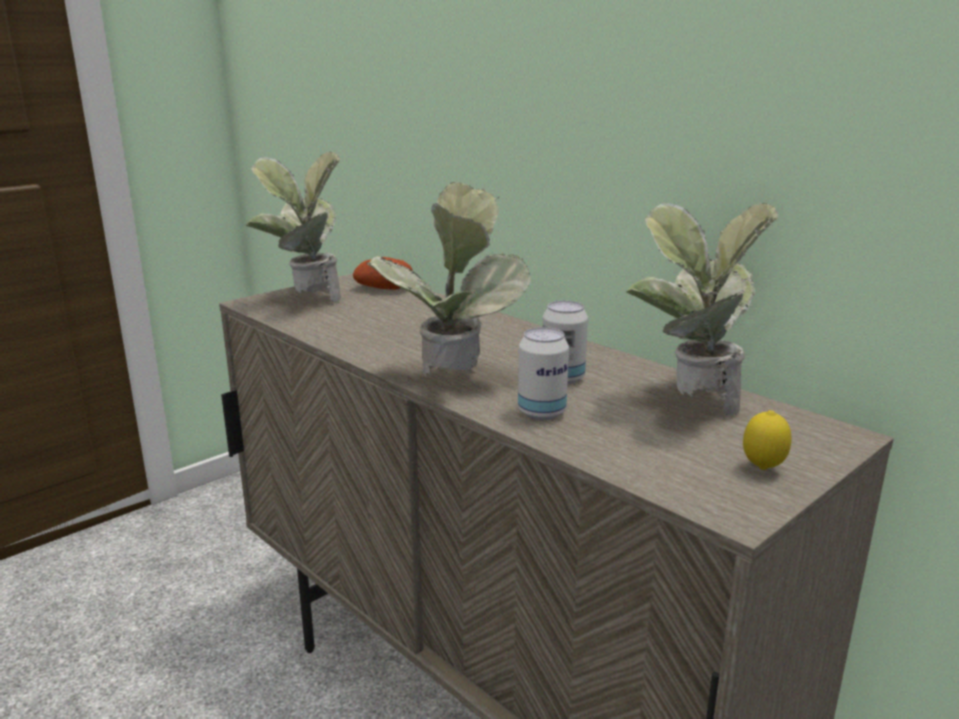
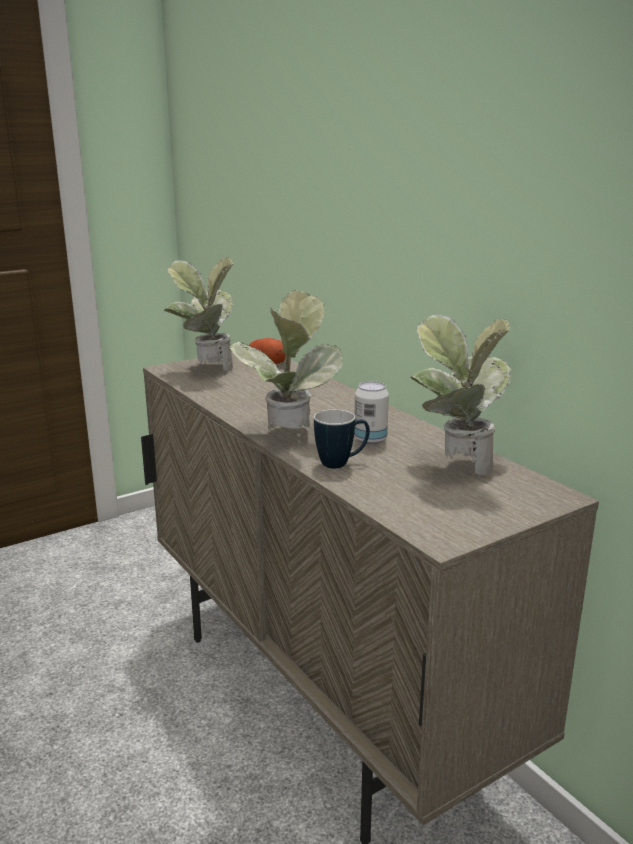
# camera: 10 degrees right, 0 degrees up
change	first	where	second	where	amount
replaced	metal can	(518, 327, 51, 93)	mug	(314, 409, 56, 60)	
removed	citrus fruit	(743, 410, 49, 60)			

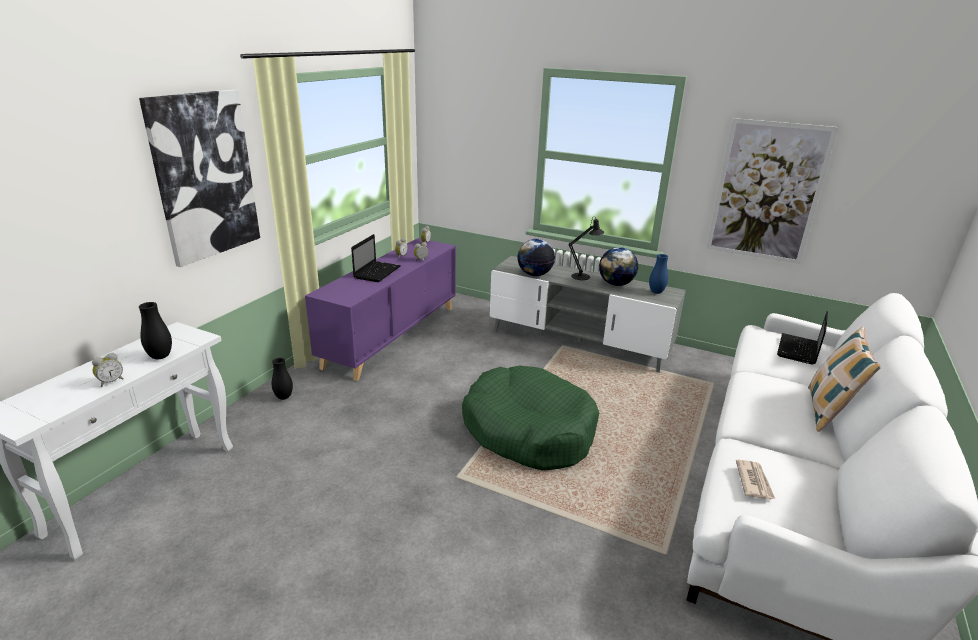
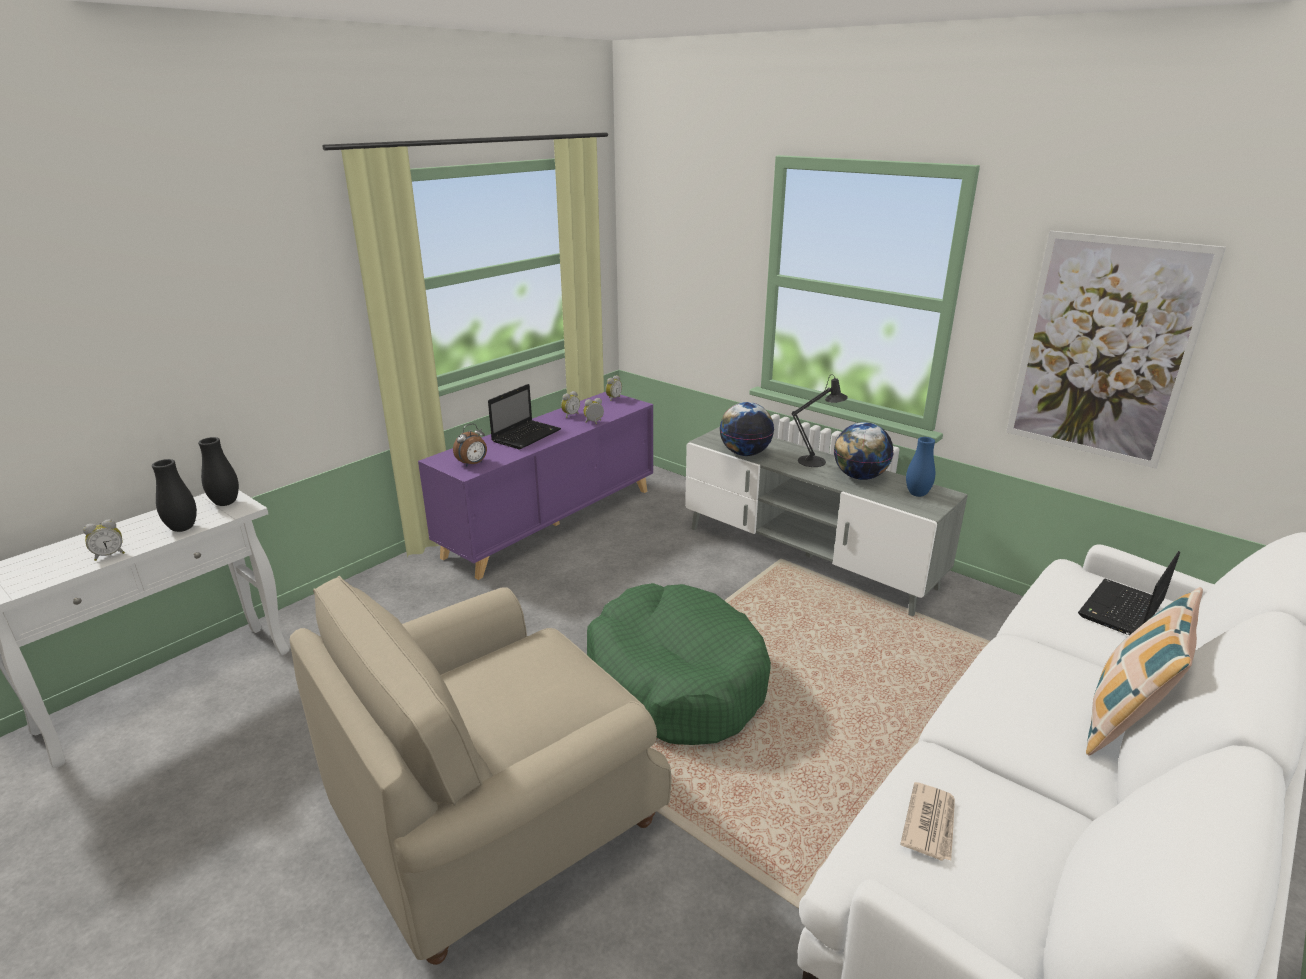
# camera: 15 degrees right, 0 degrees up
change	first	where	second	where	amount
removed	wall art	(139, 89, 121, 178)			
moved	flower vase/black	(272, 358, 21, 42)		(198, 437, 41, 69)	
added			bedside clock	(453, 424, 34, 43)	
added			lounge chair/beige	(290, 576, 382, 389)	

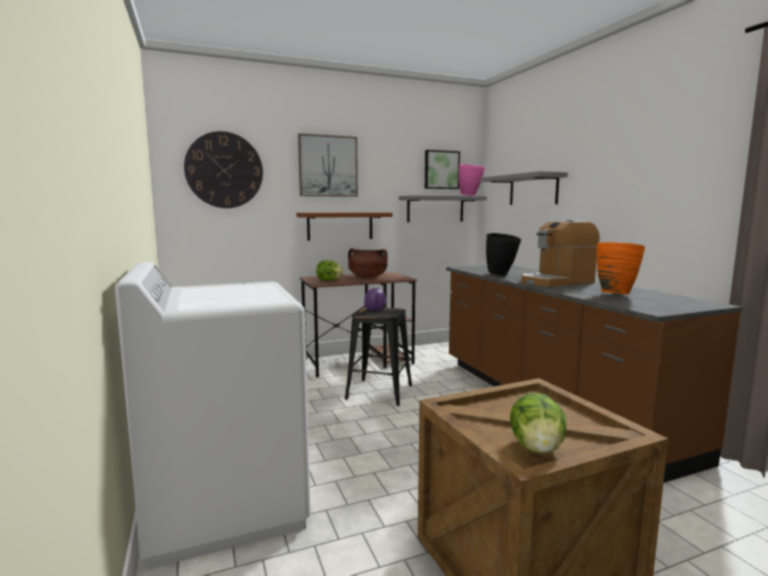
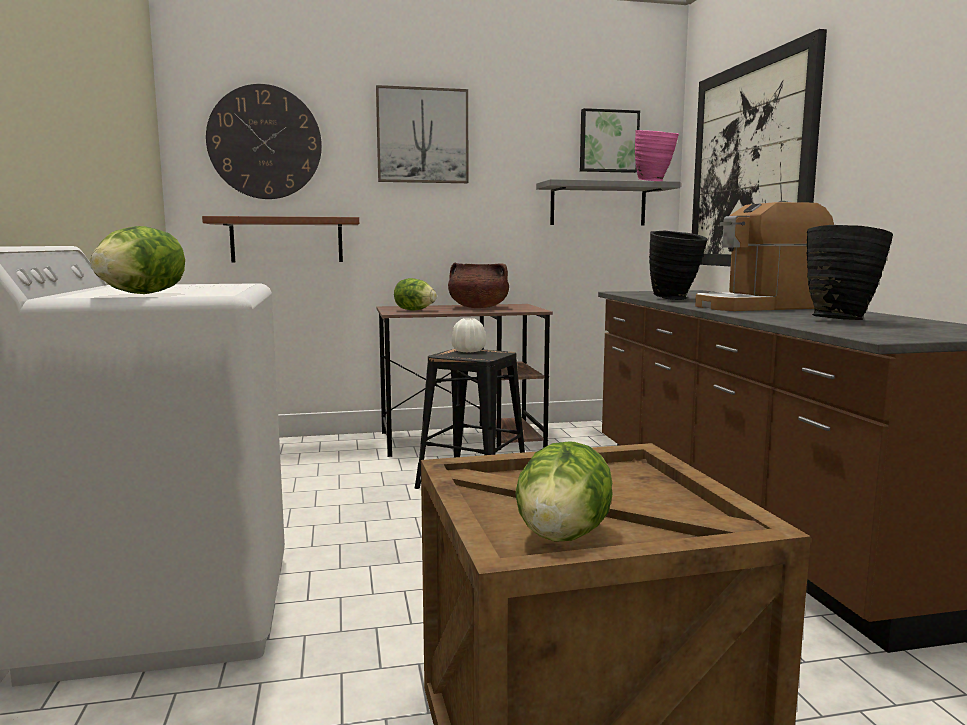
# camera: 10 degrees right, 0 degrees up
change	first	where	second	where	amount
replaced	bracket shelf/grey	(480, 171, 88, 34)	wall art	(692, 29, 135, 238)	
moved	bracket shelf/brown-coloured	(297, 212, 95, 29)		(202, 216, 157, 47)	
recoloured	flower vase/orange-coloured	(596, 242, 49, 52)	flower vase/black	(807, 225, 86, 95)	
recoloured	flower vase/purple-coloured	(364, 288, 22, 23)	flower vase/white	(452, 318, 34, 34)	
added			lettuce head	(90, 226, 95, 68)	

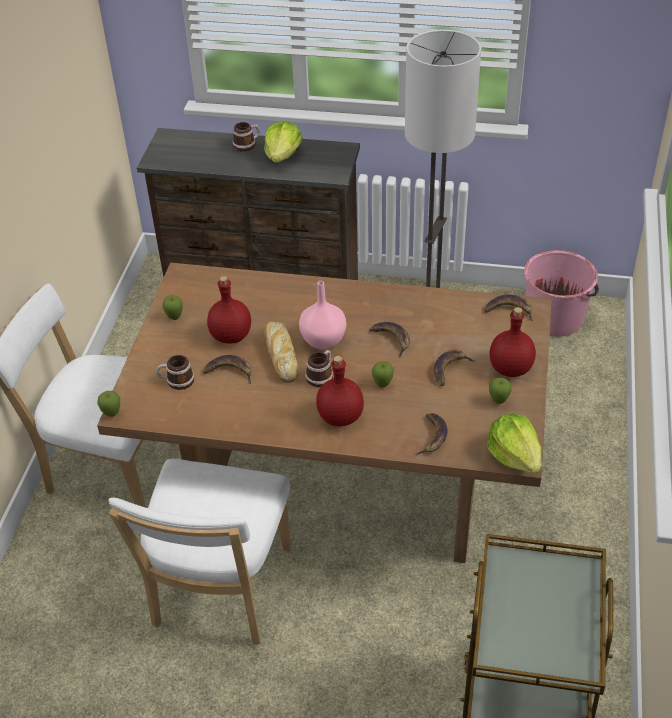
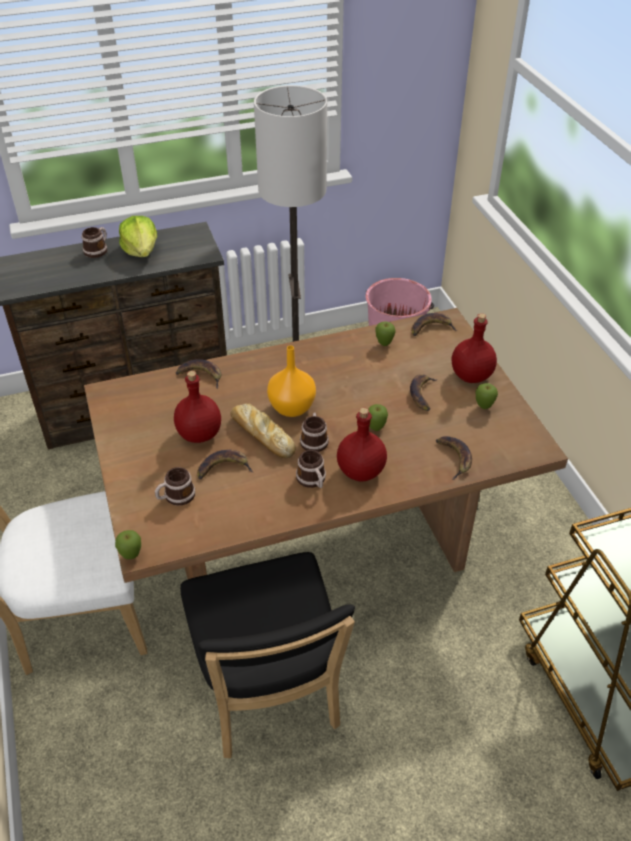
# camera: 30 degrees left, 0 degrees up
change	first	where	second	where	amount
recoloured	flower vase/pinkish	(299, 281, 47, 69)	flower vase/orange-coloured	(267, 345, 49, 72)	
moved	apple	(162, 295, 21, 25)		(375, 321, 20, 25)	
moved	whole banana	(369, 322, 41, 36)		(176, 359, 45, 30)	
removed	lettuce head	(487, 414, 55, 60)			
recoloured	chair/white	(108, 459, 183, 186)	chair/black	(180, 552, 175, 206)	
added			mug	(296, 450, 30, 38)	

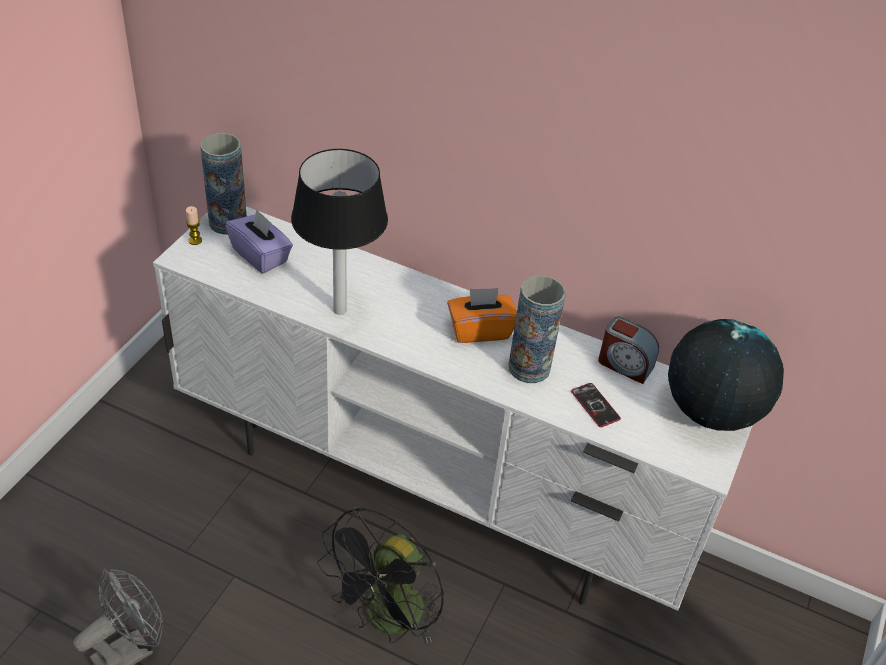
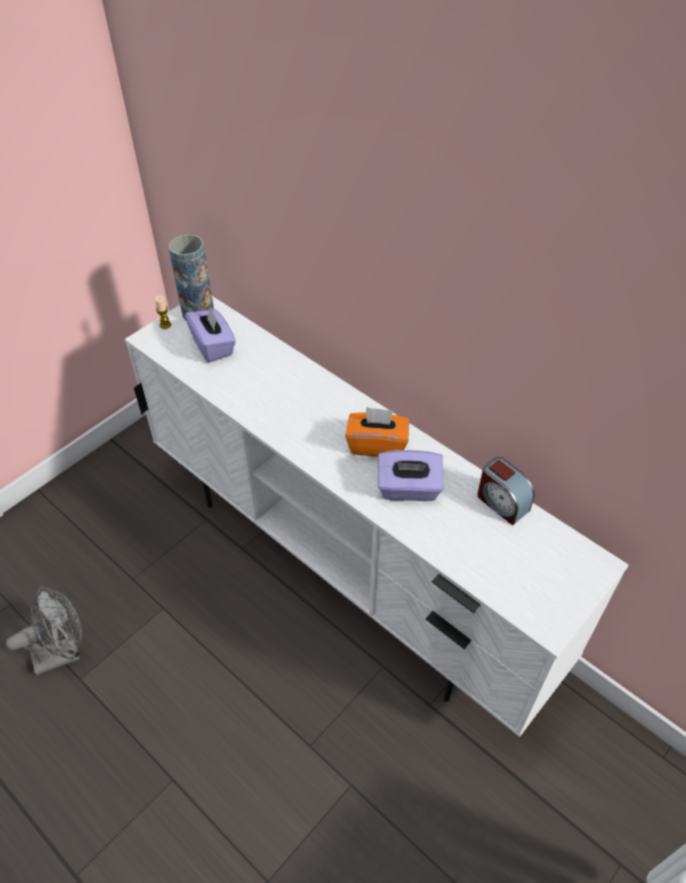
# camera: 20 degrees right, 5 degrees up
change	first	where	second	where	amount
removed	lamp for a table	(291, 149, 97, 166)			
replaced	flower vase	(509, 275, 57, 108)	tissue holder/purple-coloured	(378, 450, 65, 51)	
removed	world globe	(668, 319, 116, 112)			
removed	phone	(571, 383, 50, 44)			
removed	electric fan/black	(317, 507, 127, 136)			

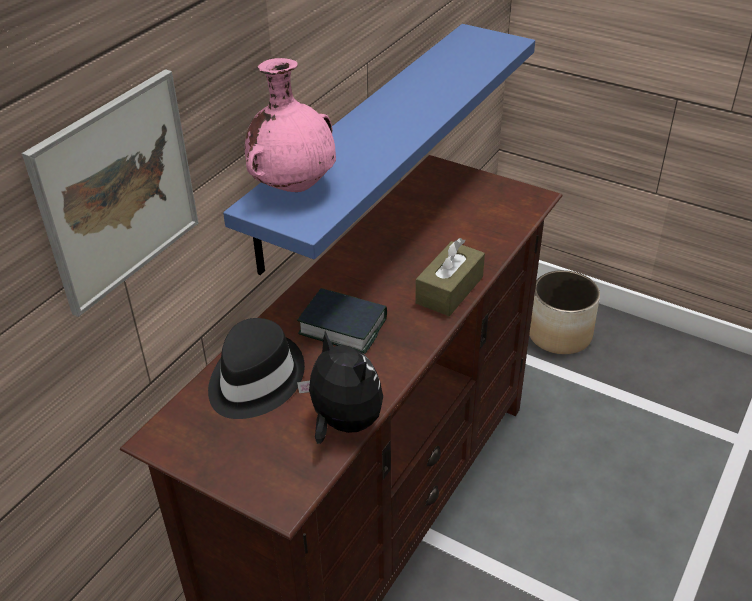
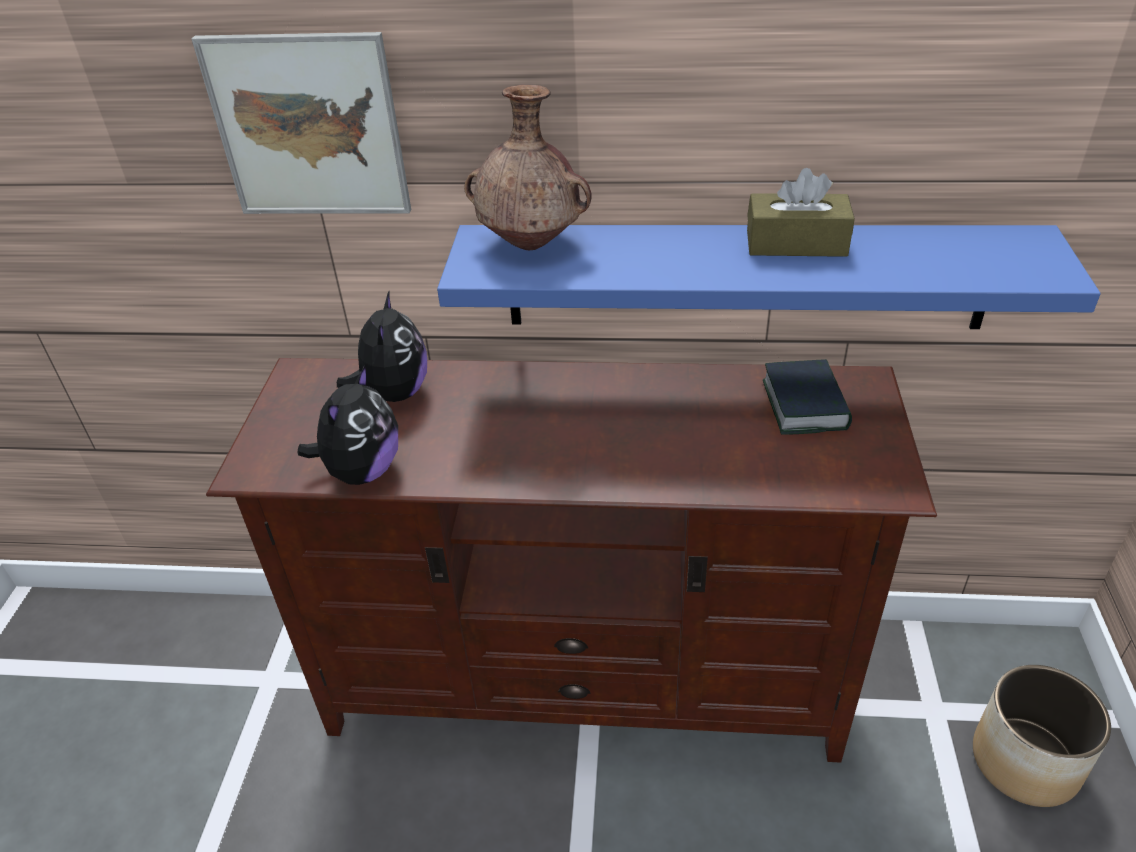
# camera: 65 degrees right, 0 degrees up
change	first	where	second	where	amount
recoloured	flower vase/pinkish	(245, 58, 91, 134)	flower vase/brown-coloured	(464, 85, 127, 165)	
moved	tissue holder/brown-coloured	(415, 238, 70, 78)		(747, 168, 108, 89)	
moved	volume	(297, 288, 90, 66)		(763, 359, 89, 76)	
replaced	wearable hat/black	(208, 318, 97, 101)	cuddly toy	(337, 290, 90, 112)	

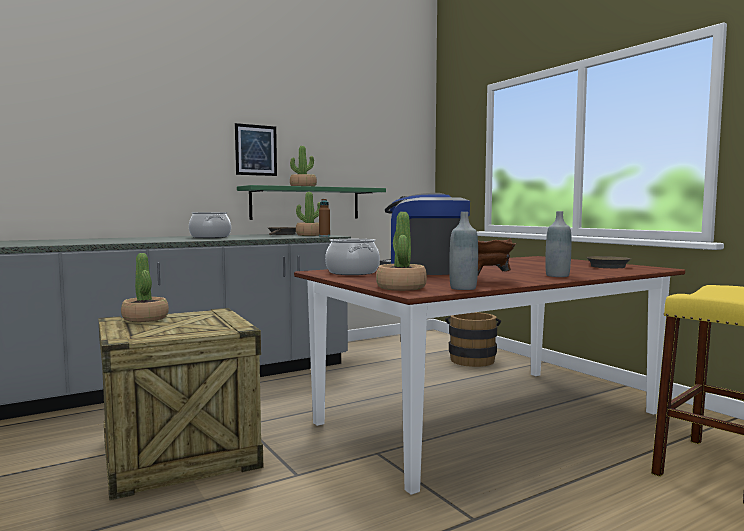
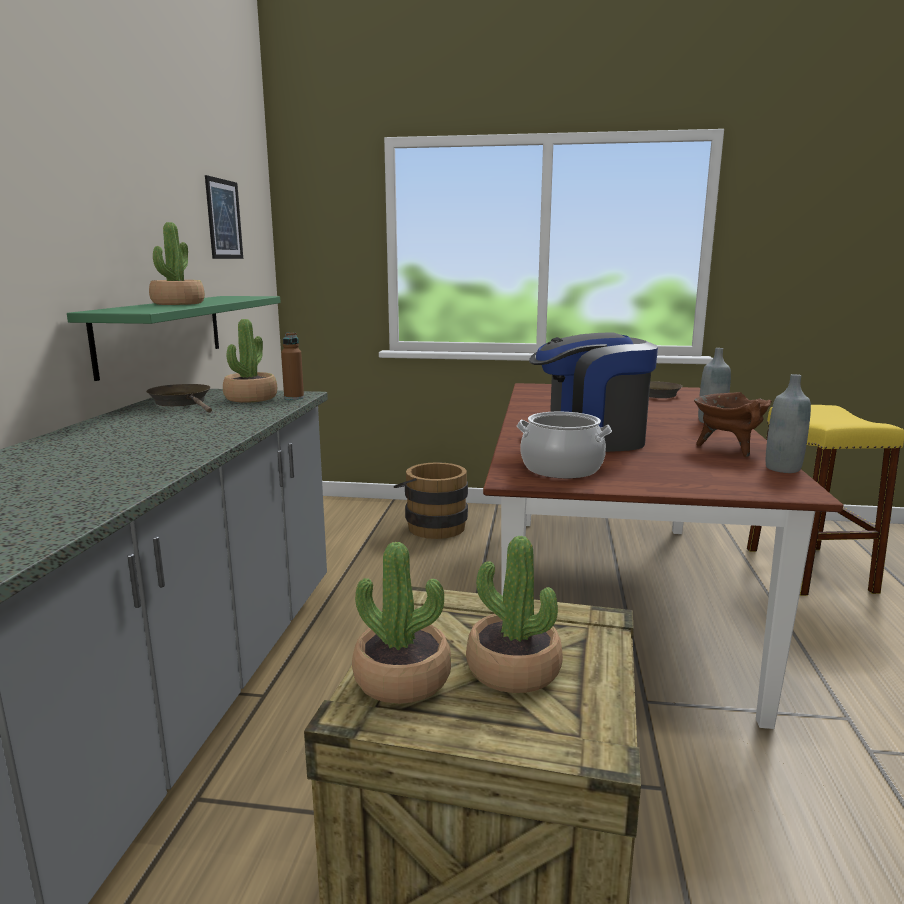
# camera: 50 degrees left, 10 degrees up
change	first	where	second	where	amount
moved	wall art	(235, 123, 42, 53)		(205, 175, 38, 84)	
removed	cooking pot	(189, 212, 42, 26)			
moved	plant in a pot	(376, 212, 51, 79)		(466, 536, 97, 157)	

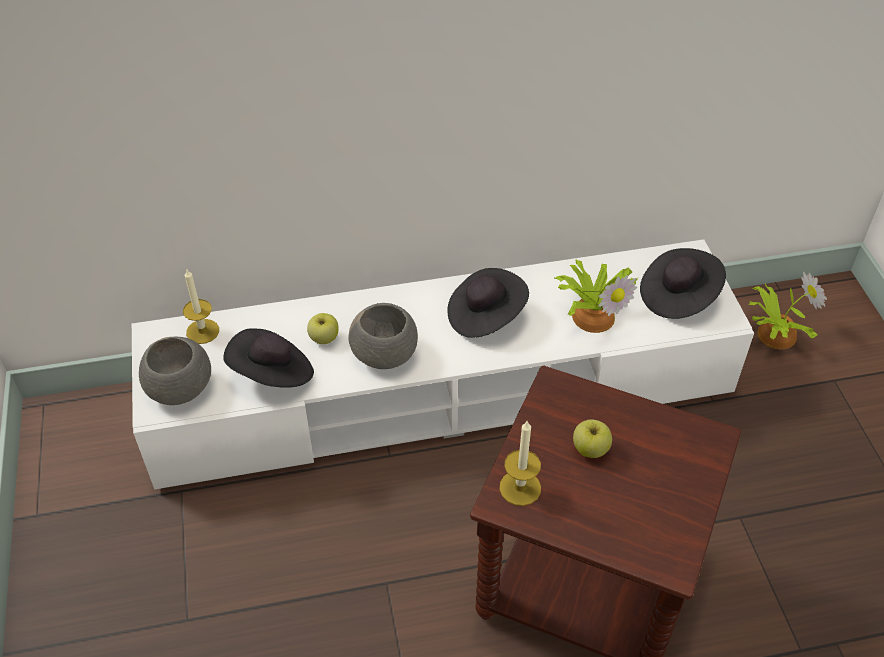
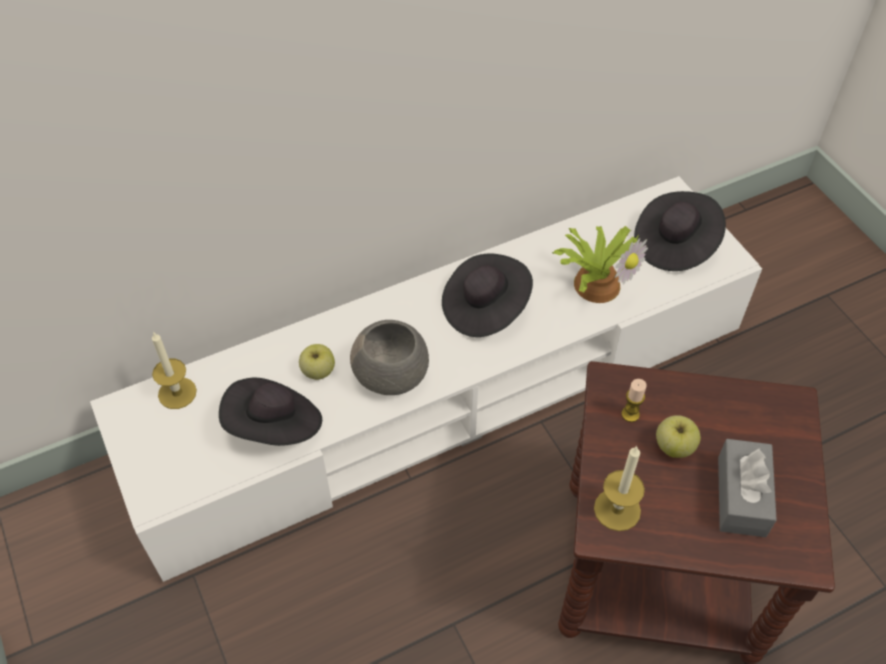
# camera: 15 degrees left, 5 degrees up
change	first	where	second	where	amount
removed	plant in a pot	(749, 271, 78, 78)			
removed	bowl/grey	(139, 337, 72, 68)			
added			candle	(621, 379, 26, 43)	
added			tissue holder/grey	(718, 439, 59, 98)	

